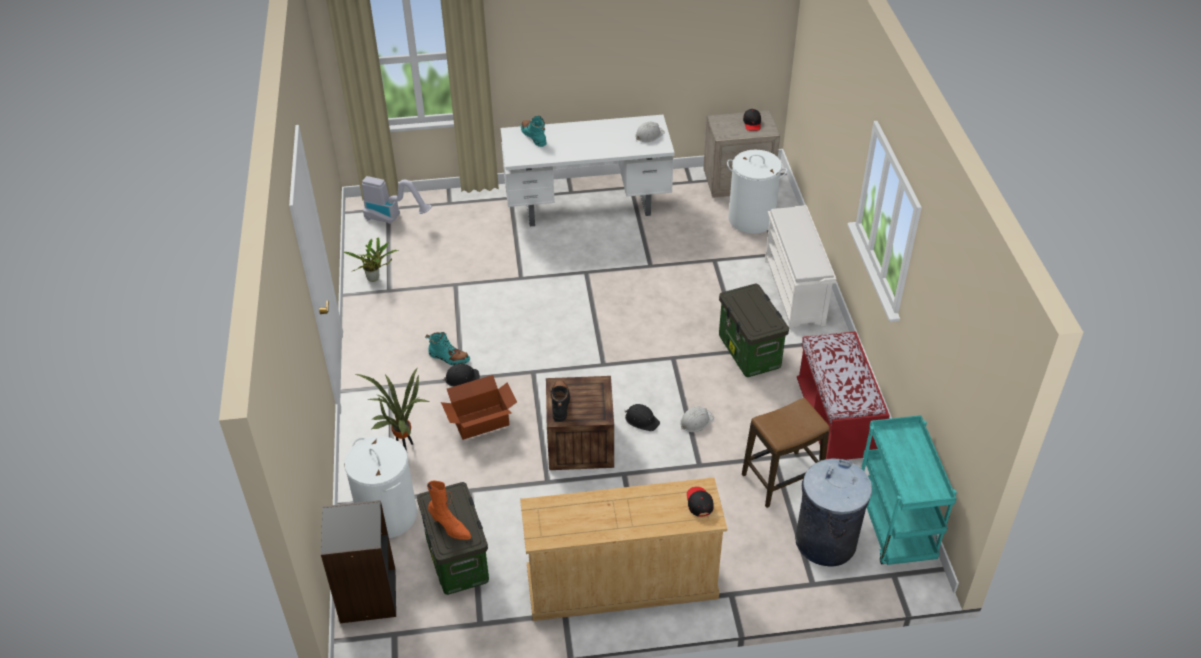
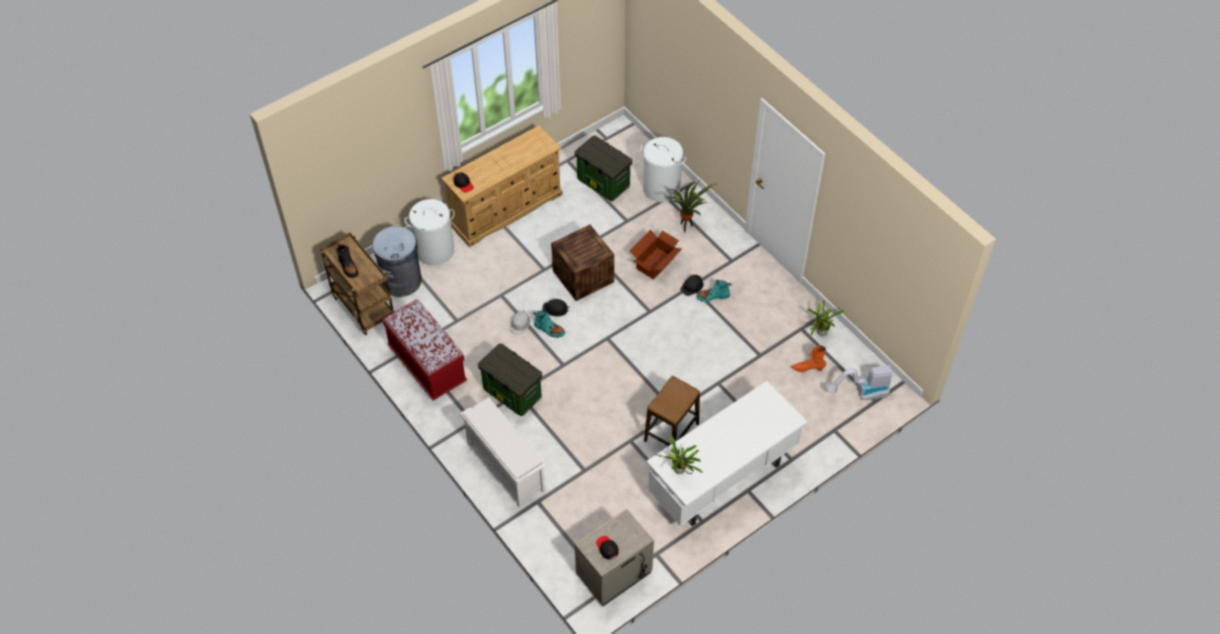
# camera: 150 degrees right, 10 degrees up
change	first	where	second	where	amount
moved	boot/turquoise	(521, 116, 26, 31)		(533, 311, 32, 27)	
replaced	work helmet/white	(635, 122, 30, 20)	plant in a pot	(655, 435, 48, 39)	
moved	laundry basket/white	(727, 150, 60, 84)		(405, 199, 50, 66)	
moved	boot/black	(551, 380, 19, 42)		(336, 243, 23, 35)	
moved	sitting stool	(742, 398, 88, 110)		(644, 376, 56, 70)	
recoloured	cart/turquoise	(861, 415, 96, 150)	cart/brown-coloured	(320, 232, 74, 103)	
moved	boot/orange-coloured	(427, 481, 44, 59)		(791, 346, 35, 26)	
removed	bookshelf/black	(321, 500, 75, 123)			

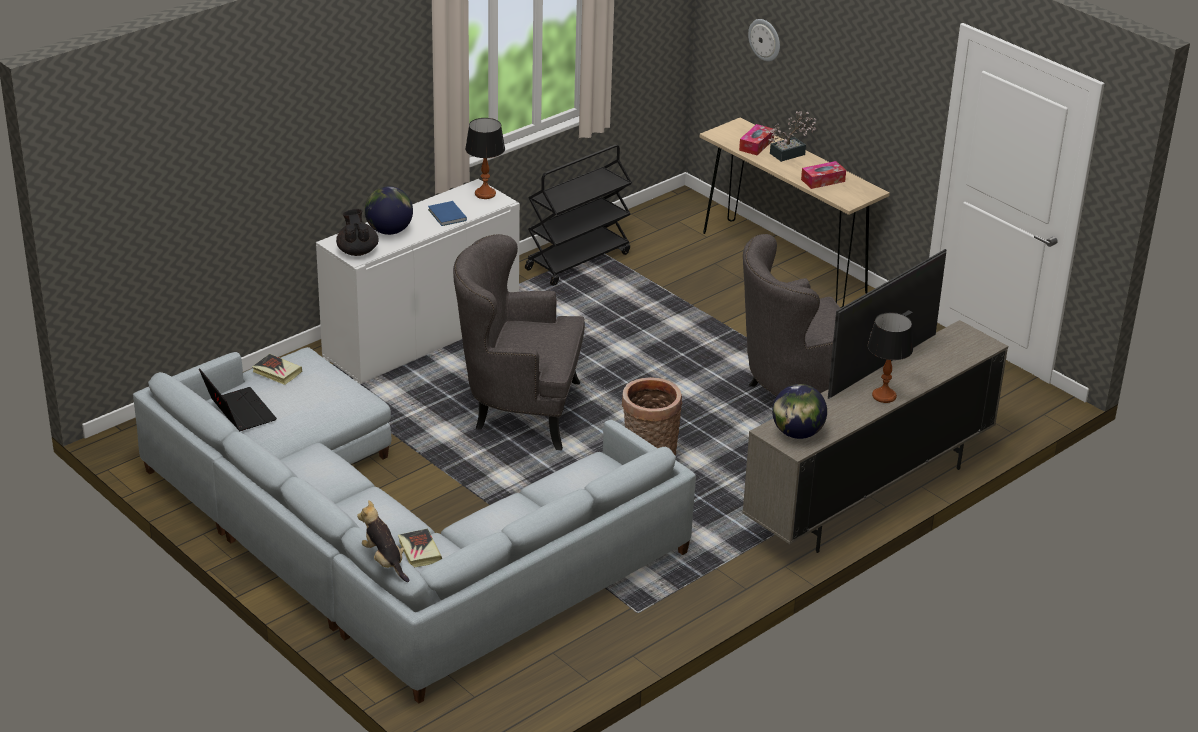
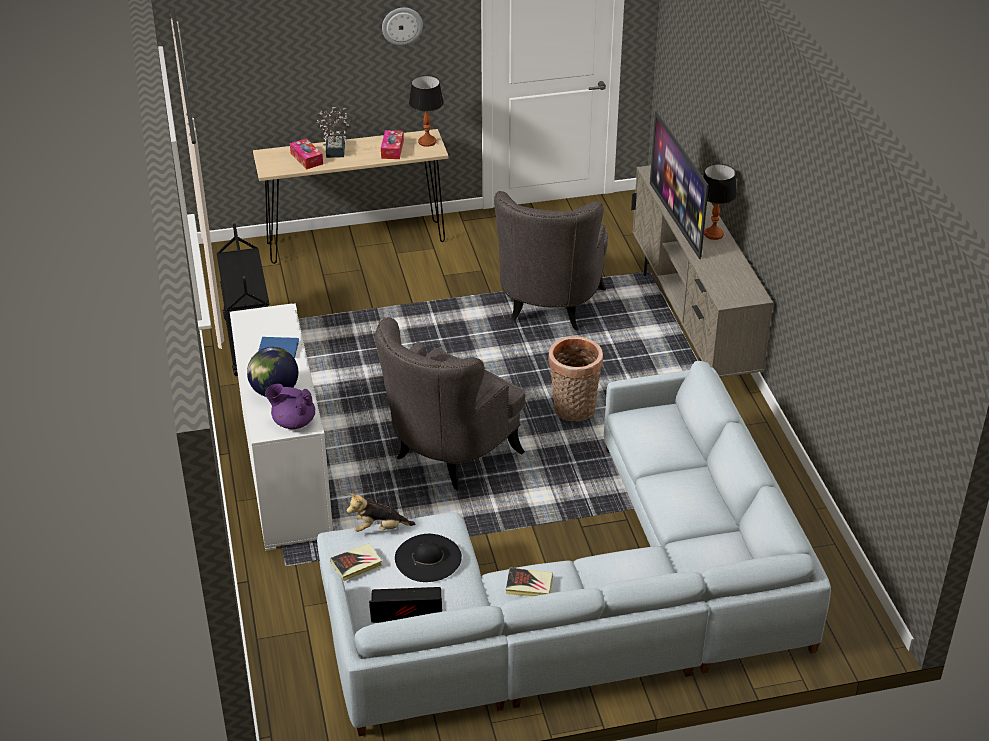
# camera: 60 degrees left, 5 degrees up
change	first	where	second	where	amount
moved	wall clock	(748, 19, 32, 43)		(382, 8, 41, 37)	
moved	lamp for a table	(465, 118, 40, 81)		(409, 75, 35, 72)	
recoloured	pot for tea/black	(336, 209, 43, 47)	pot for tea/purple-coloured	(265, 384, 50, 45)	
removed	world globe	(772, 384, 55, 55)			
moved	cuddly toy	(357, 500, 52, 82)		(347, 493, 68, 39)	
moved	volume	(398, 529, 44, 39)		(506, 568, 47, 29)	
added			wearable hat/black	(395, 534, 67, 48)	

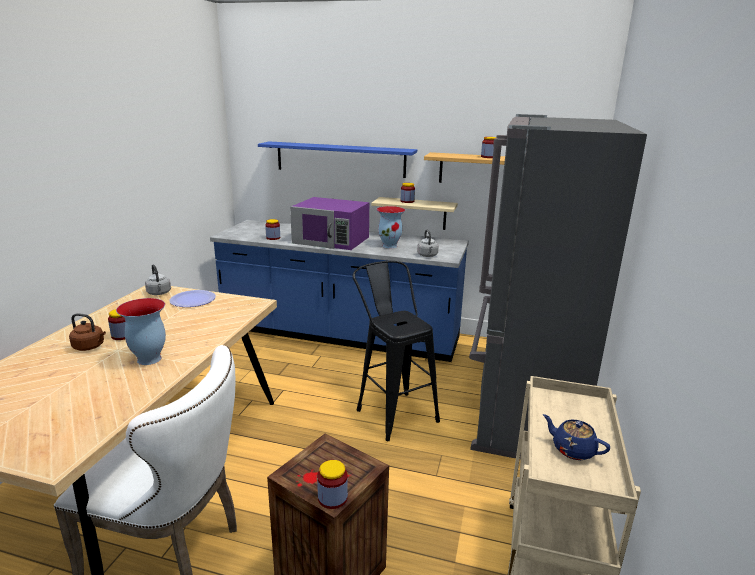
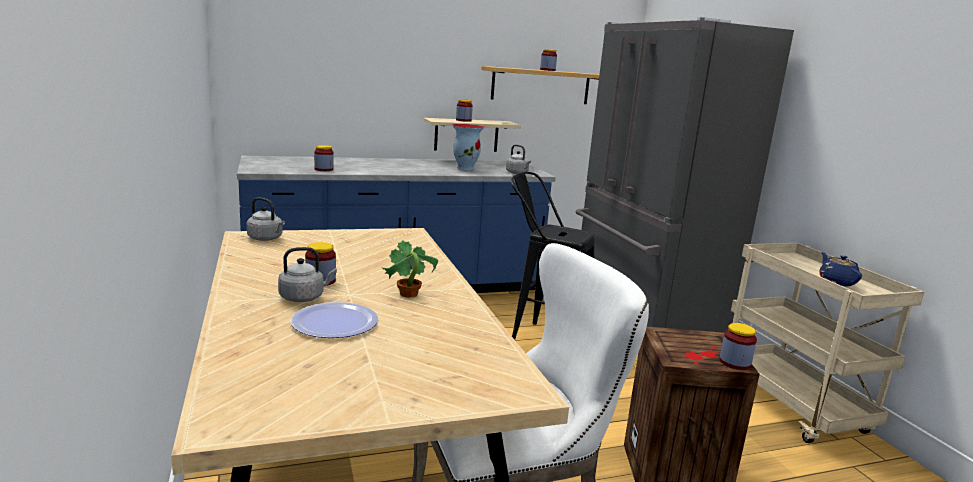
# camera: 35 degrees left, 5 degrees down
change	first	where	second	where	amount
removed	bracket shelf/bluish	(258, 141, 159, 37)			
removed	microwave/purple-coloured	(290, 197, 79, 53)			
moved	flat dish	(169, 290, 47, 17)		(290, 302, 88, 36)	
replaced	flower vase	(116, 298, 50, 67)	plant in a pot	(382, 240, 56, 58)	
recoloured	water kettle/brown-coloured	(69, 313, 37, 38)	water kettle/grey	(278, 247, 59, 55)	
turned	pot for tea/bluish	(543, 414, 67, 46)		(819, 252, 43, 35)	75 degrees clockwise

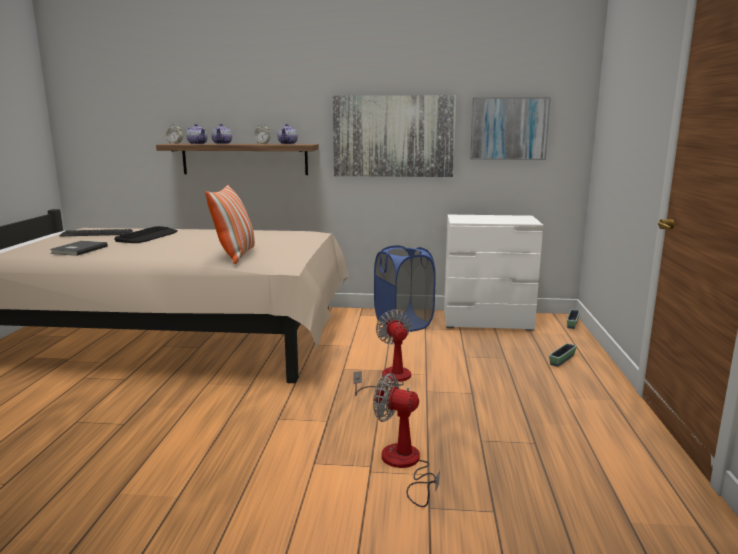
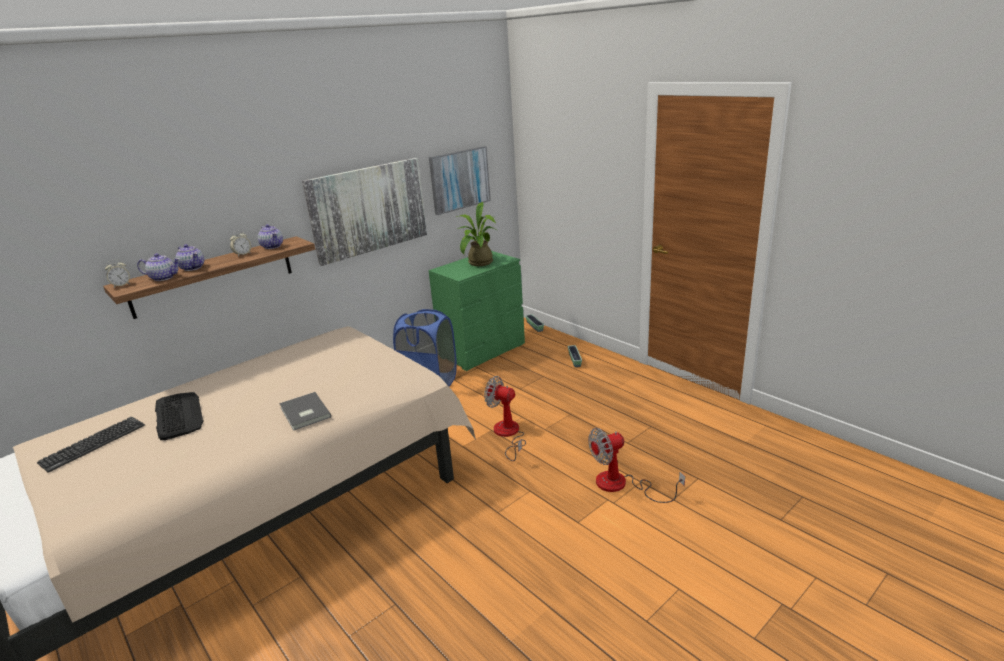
# camera: 45 degrees left, 10 degrees up
change	first	where	second	where	amount
removed	throw pillow	(205, 185, 50, 79)			
recoloured	drawer chest/white	(444, 215, 99, 116)	drawer chest/green-coloured	(428, 251, 97, 120)	
moved	volume/grey	(50, 241, 58, 15)		(279, 392, 52, 39)	
added			plant in a pot	(456, 202, 41, 64)	

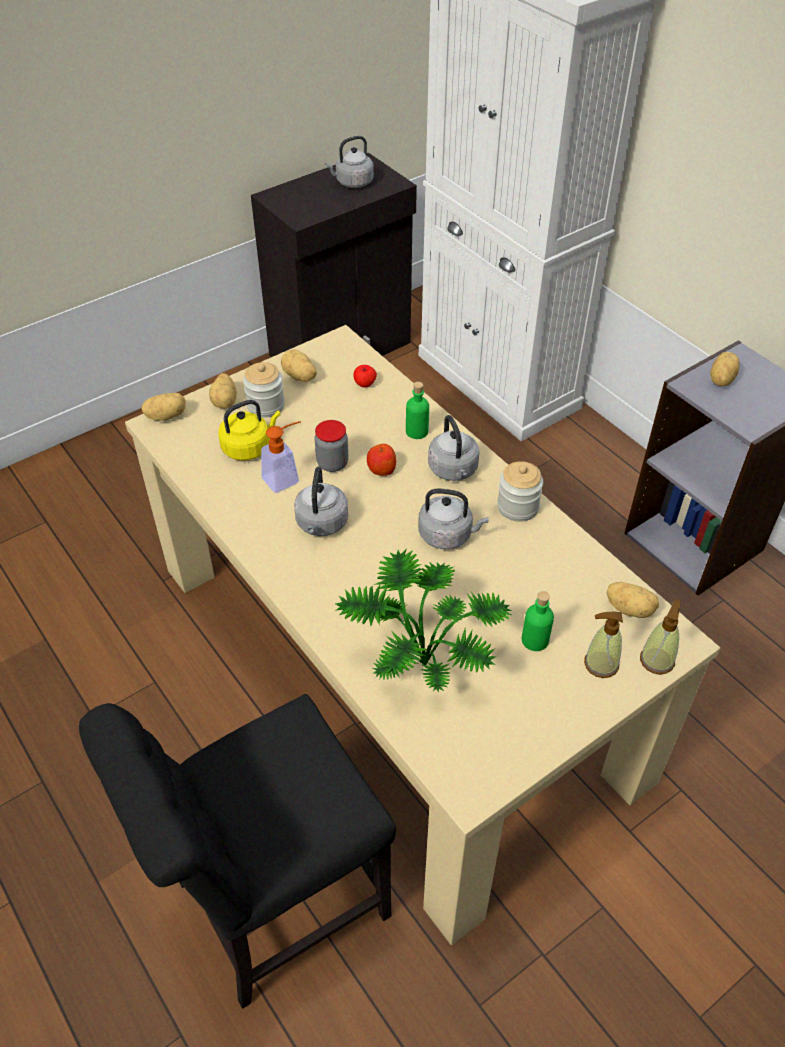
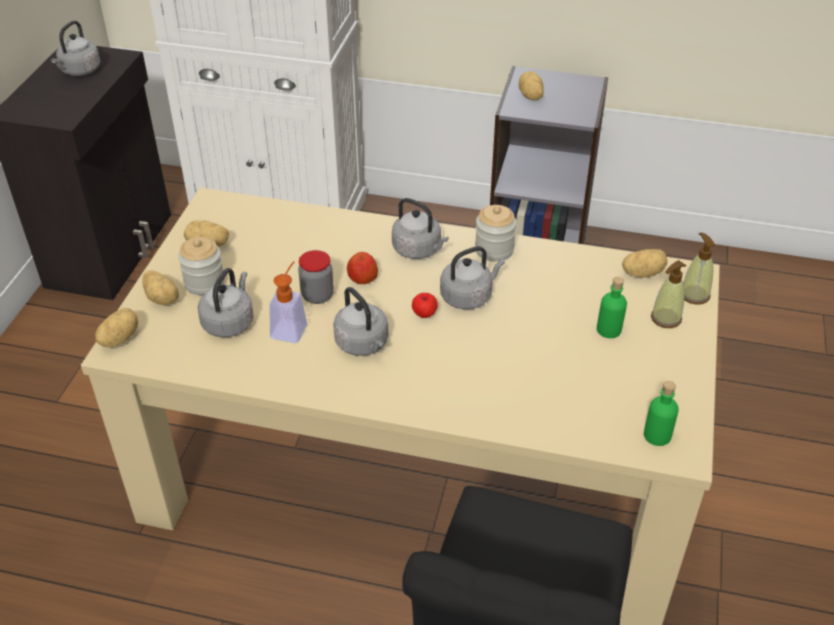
# camera: 40 degrees left, 5 degrees down
change	first	where	second	where	amount
moved	apple	(353, 365, 24, 23)		(412, 293, 26, 25)	
moved	beverage bottle/green-coloured	(406, 382, 23, 57)		(644, 381, 35, 65)	
recoloured	water kettle/yellowish	(219, 400, 62, 61)	water kettle/grey	(198, 268, 56, 69)	
removed	plant in a pot	(335, 550, 176, 143)			

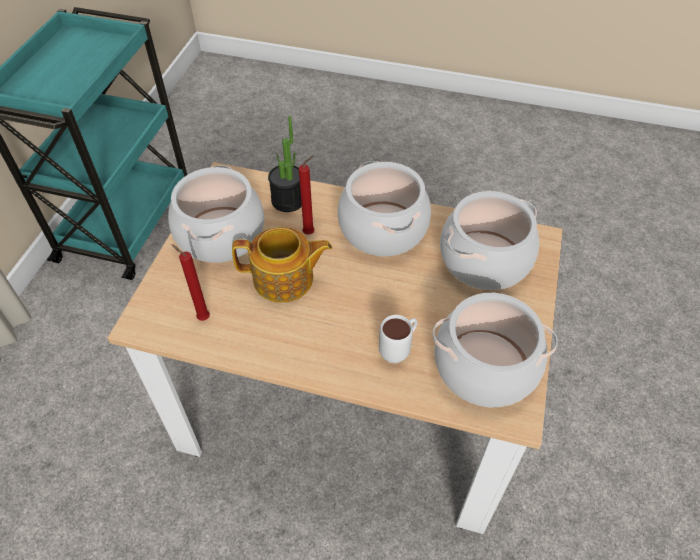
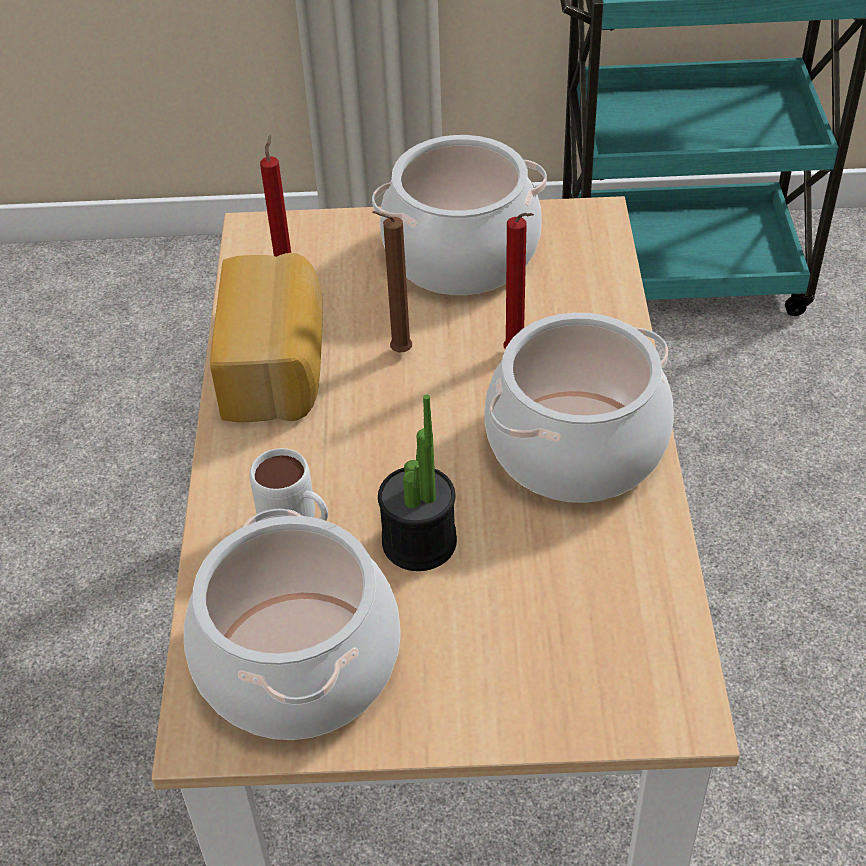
# camera: 75 degrees right, 5 degrees down
change	first	where	second	where	amount
moved	plant in a pot	(268, 116, 34, 96)		(378, 394, 79, 177)	
removed	cooking pot	(440, 191, 99, 99)			
replaced	pot for tea	(232, 227, 100, 76)	candle/brown-coloured	(373, 211, 39, 141)	
added			bread	(210, 253, 113, 169)	

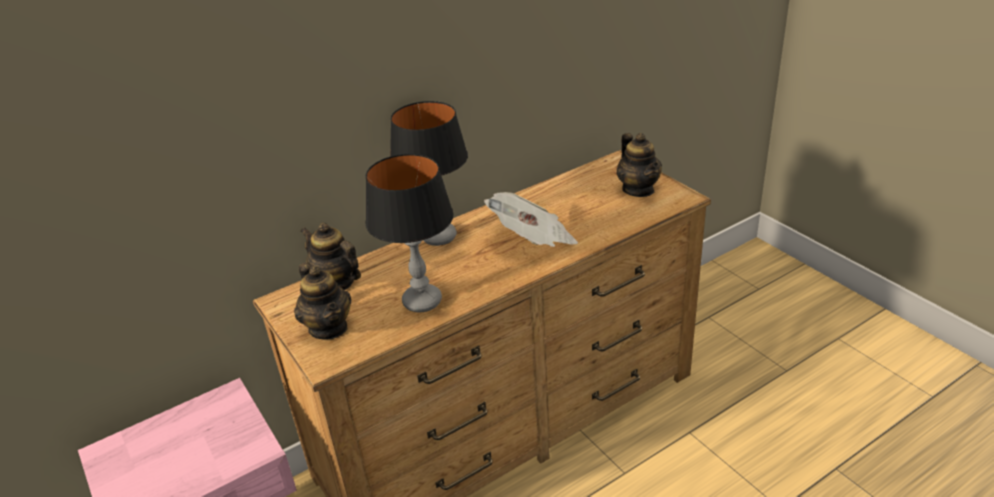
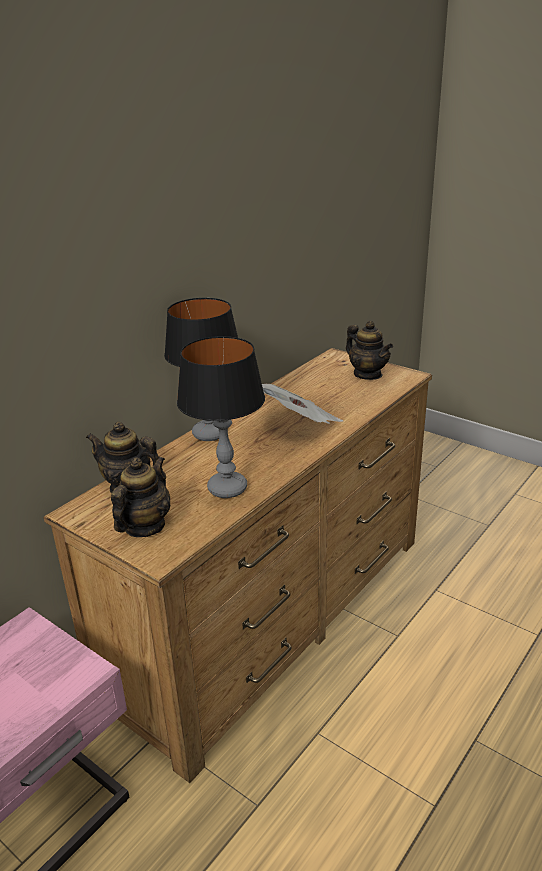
# camera: 20 degrees left, 5 degrees down
change	first	where	second	where	amount
turned	pot for tea	(294, 262, 58, 78)		(111, 456, 59, 81)	105 degrees counterclockwise

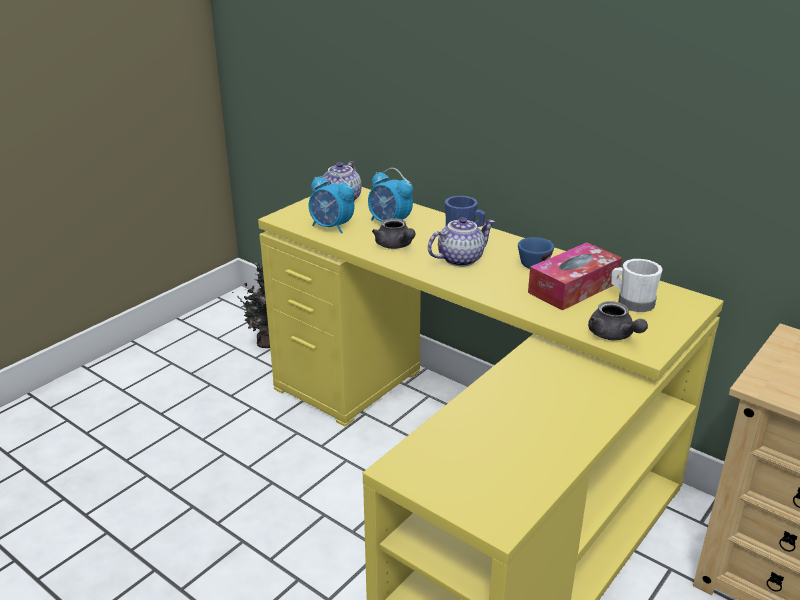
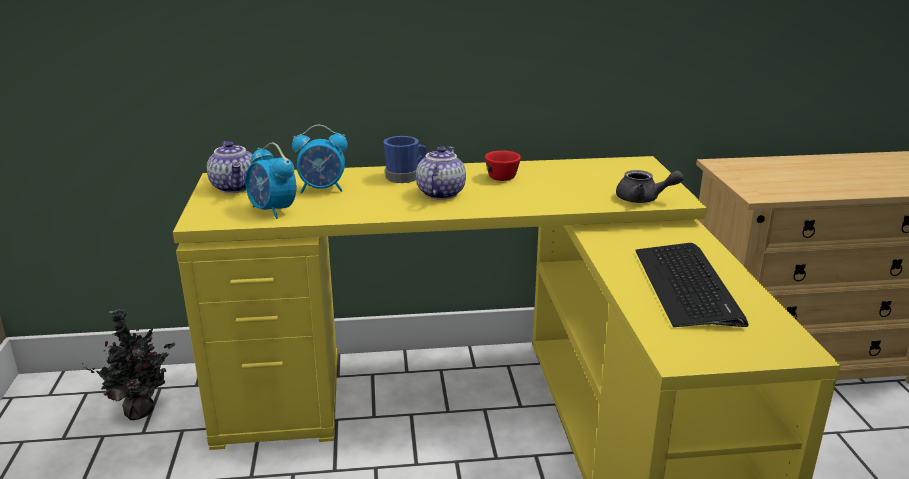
# camera: 45 degrees left, 5 degrees down
change	first	where	second	where	amount
turned	bedside clock	(309, 171, 45, 63)		(245, 143, 51, 76)	60 degrees clockwise
removed	pot for tea/grey	(372, 218, 43, 31)			
recoloured	small cup/bluish	(518, 237, 36, 32)	small cup/reddish	(485, 151, 36, 30)	
removed	tissue holder	(528, 242, 94, 69)			
removed	mug/white	(611, 259, 52, 53)			
added			PC keyboard	(636, 243, 112, 84)	

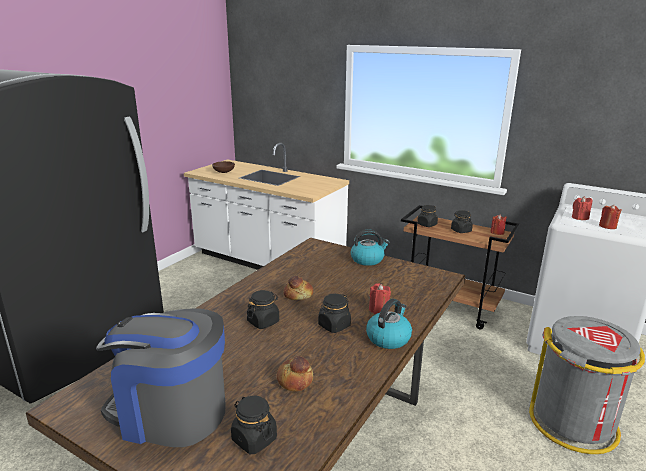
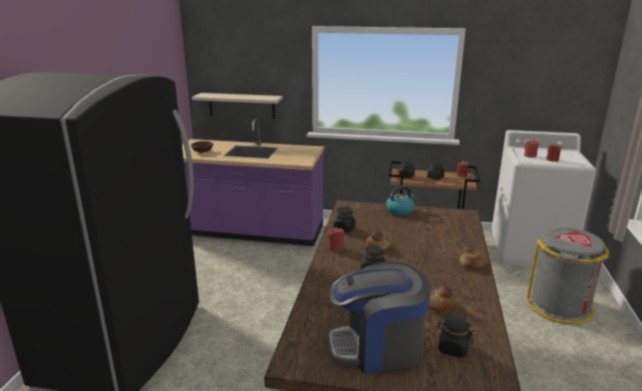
# camera: 20 degrees left, 0 degrees up
change	first	where	second	where	amount
recoloured	kitchen base unit/white	(184, 143, 165, 127)	kitchen base unit/purple-coloured	(182, 119, 142, 127)	
moved	candle/reddish	(369, 283, 22, 31)		(327, 227, 18, 25)	
moved	storage jar/black	(318, 294, 33, 39)		(333, 206, 22, 27)	
replaced	water kettle	(366, 299, 46, 50)	bread	(460, 244, 25, 25)	
added			bracket shelf/beige	(192, 93, 91, 26)	

